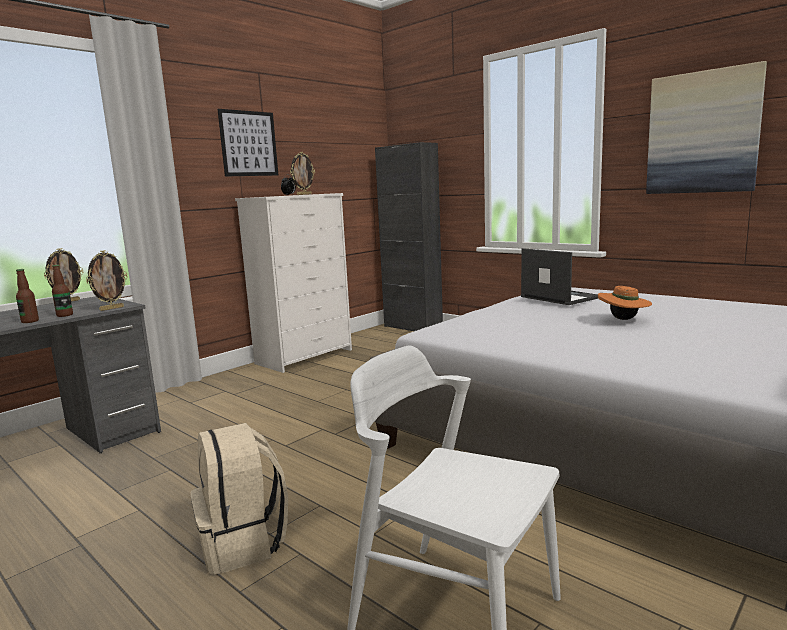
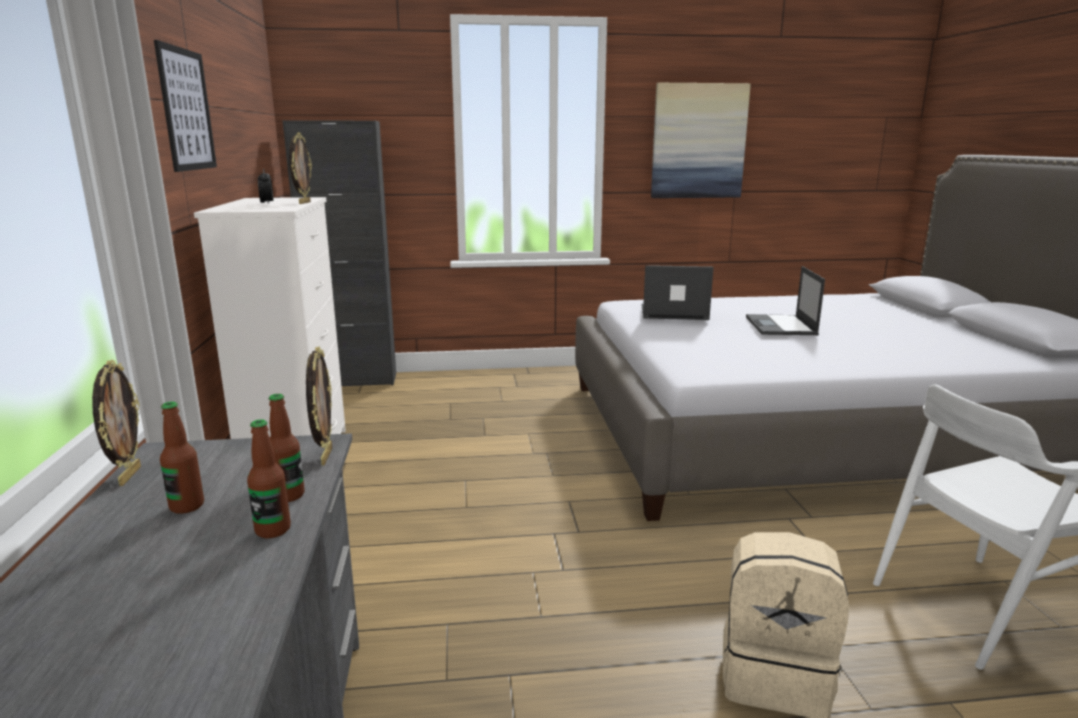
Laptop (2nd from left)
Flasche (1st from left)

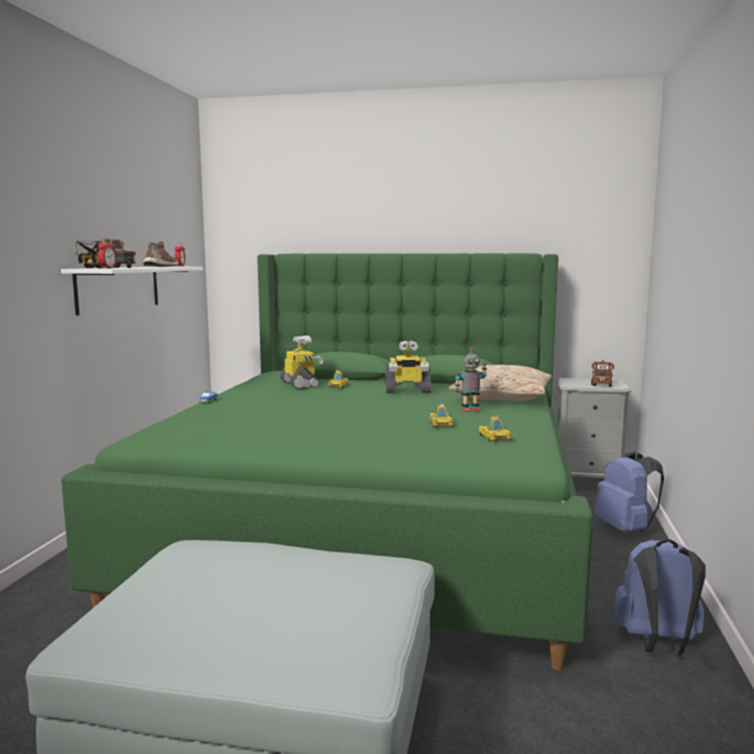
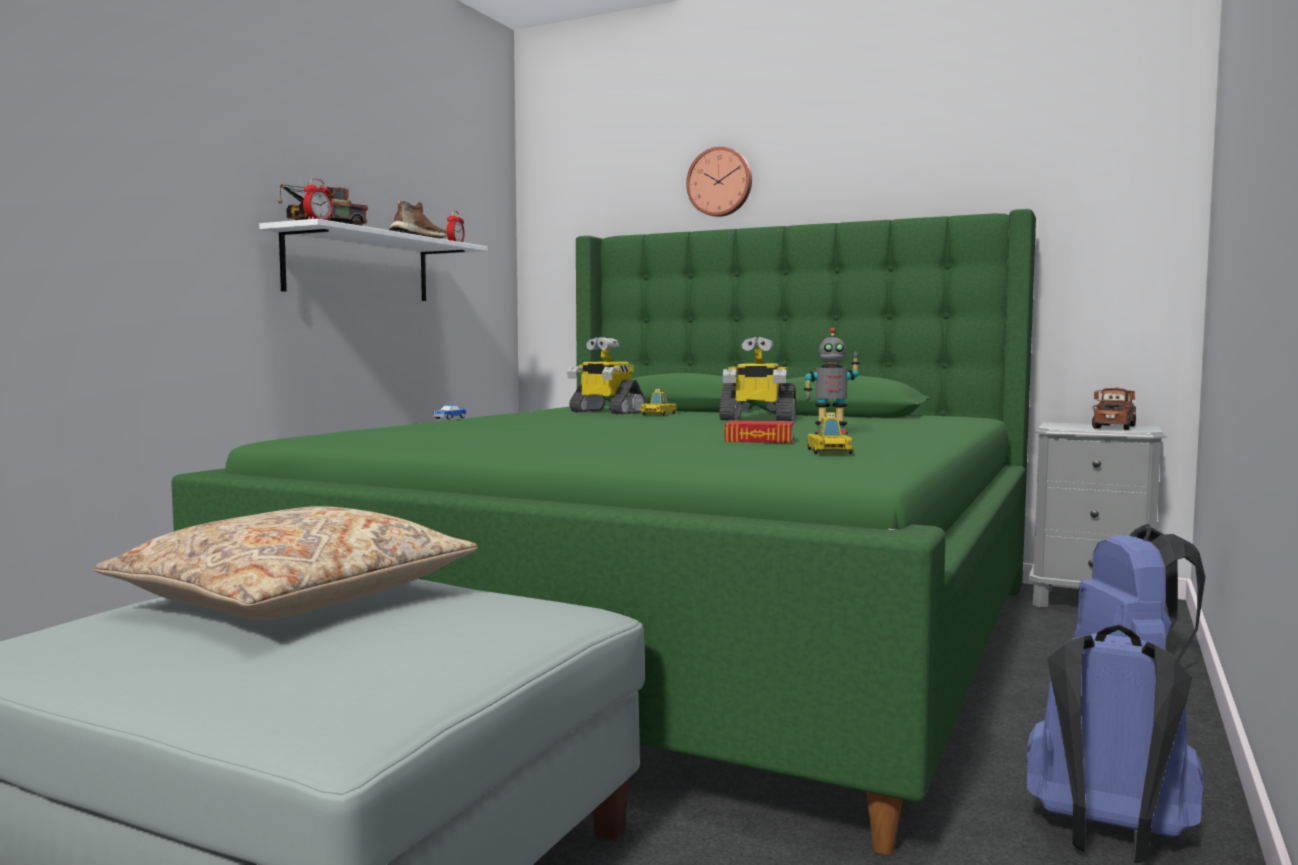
Spielzeugroboter (1st from left)
Buch
Kissen [beige]
Wanduhr

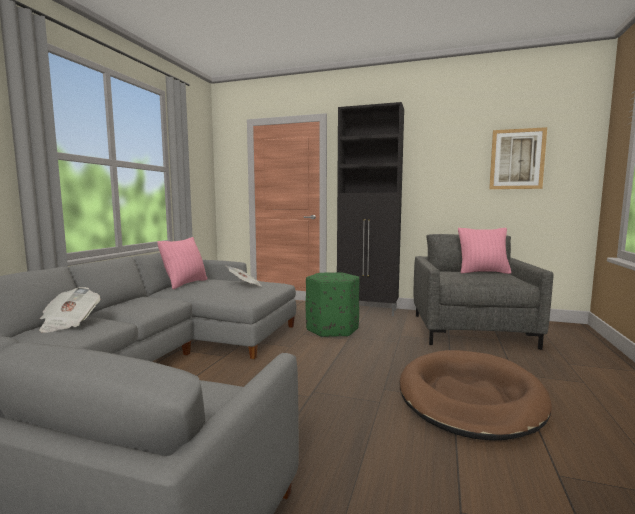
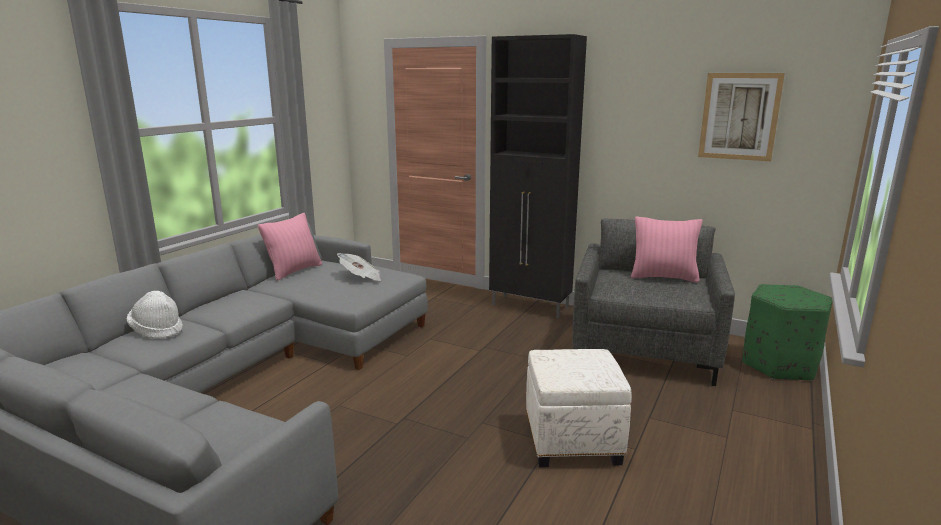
Hut [weiß]
Polsterhocker [grün]
Polsterhocker [weiß]

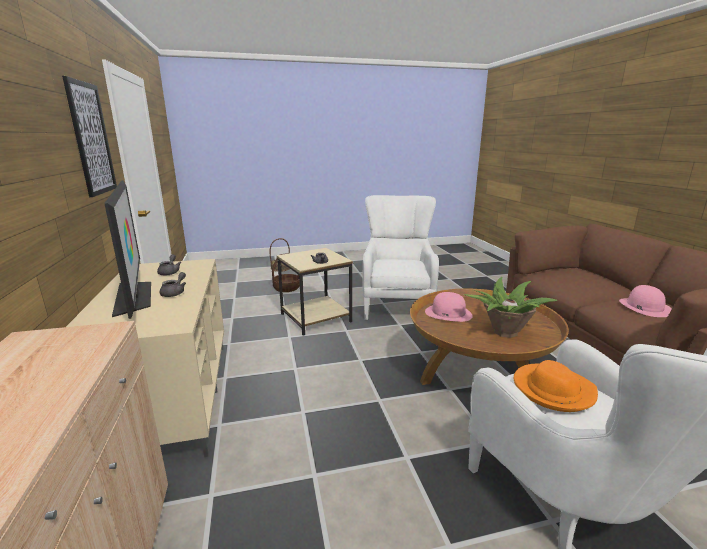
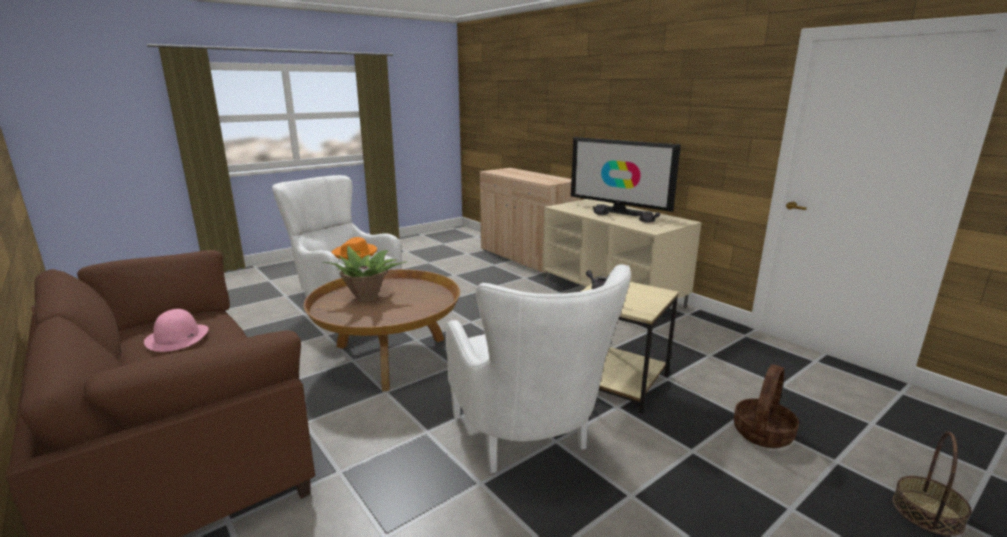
Bild
Hut [rosa] (1st from left in the first image)

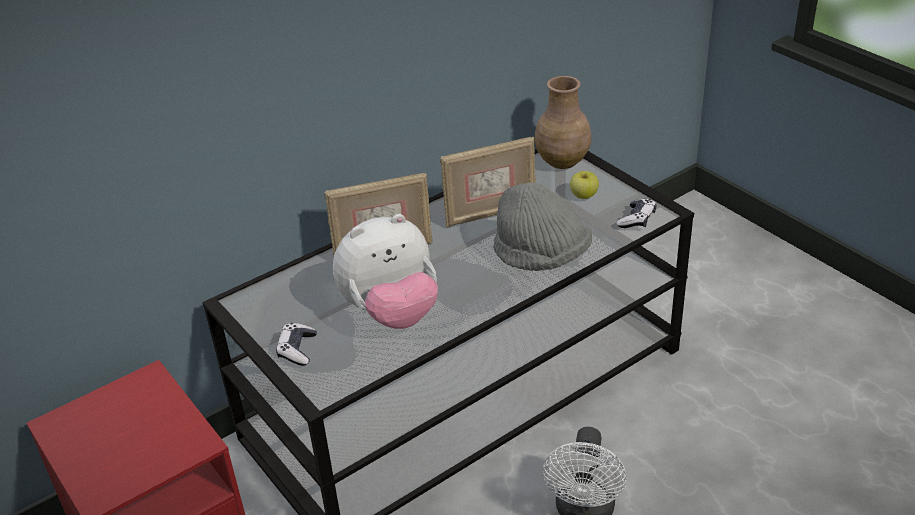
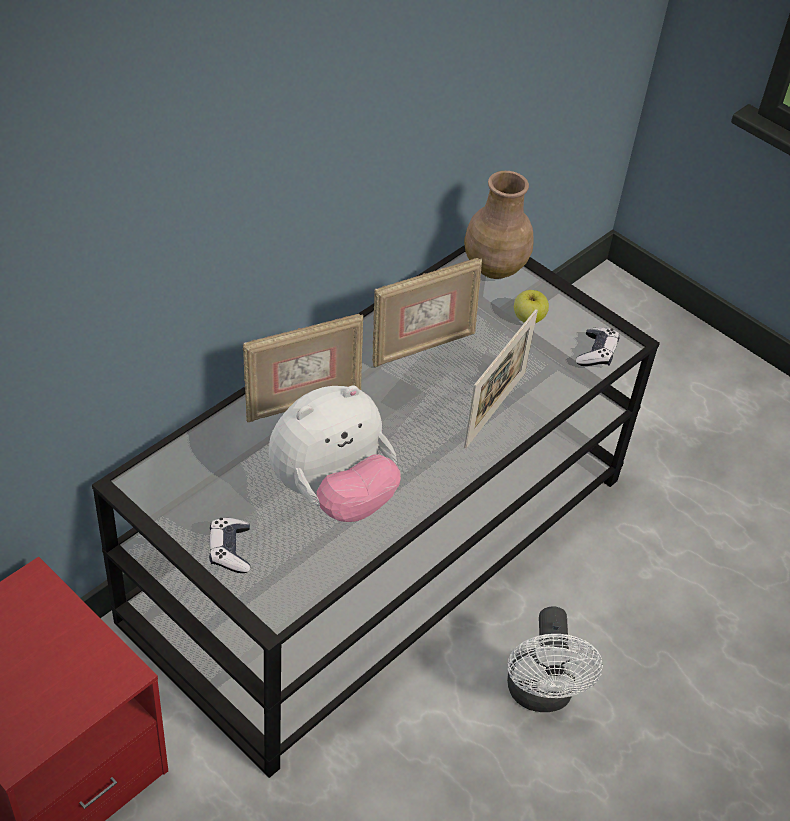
Bilderrahmen (3rd from left)

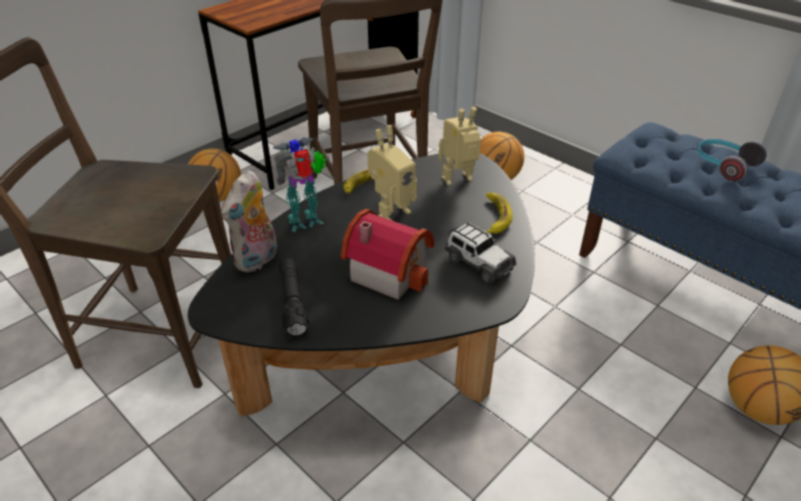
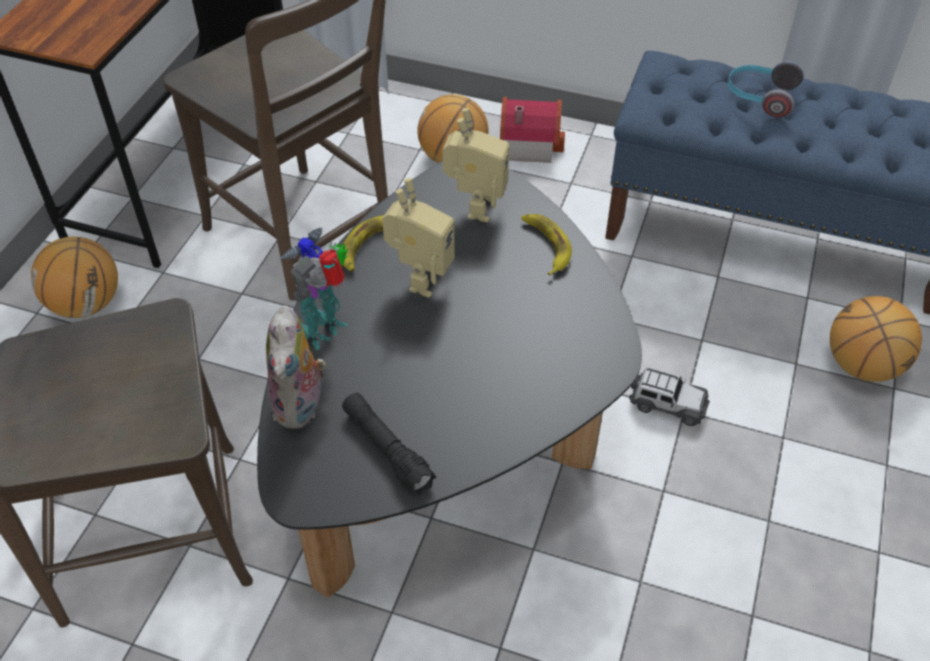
Spielzeughaus
Spielzeugroboter (3rd from left)
Spielzeugauto

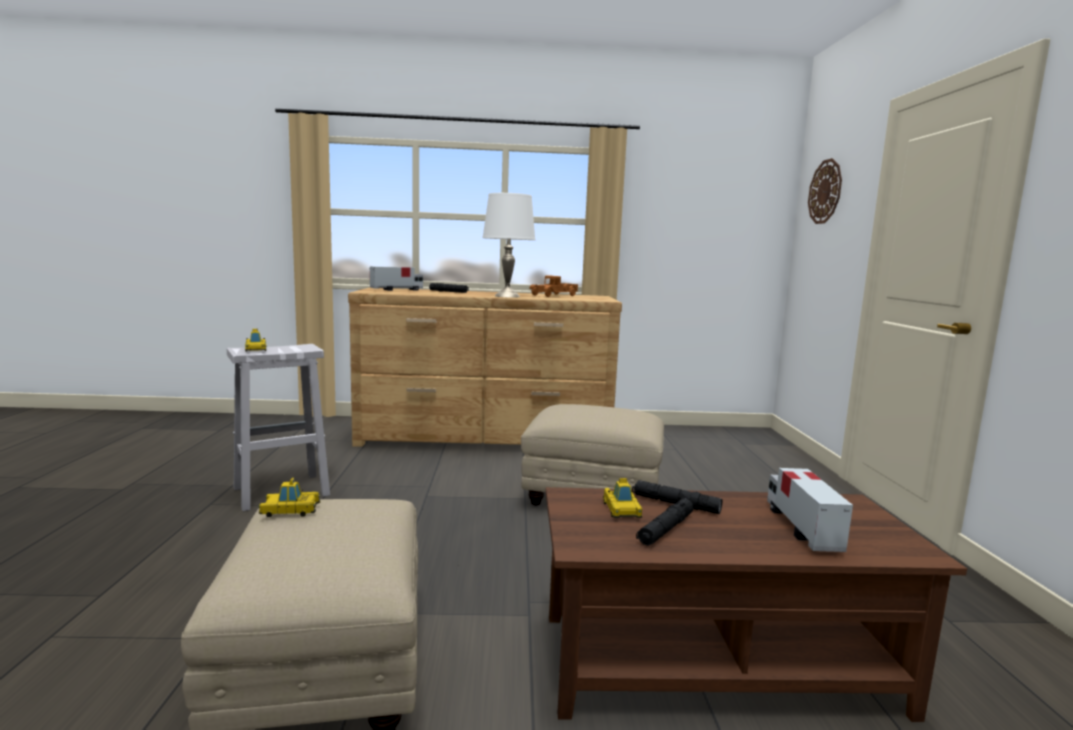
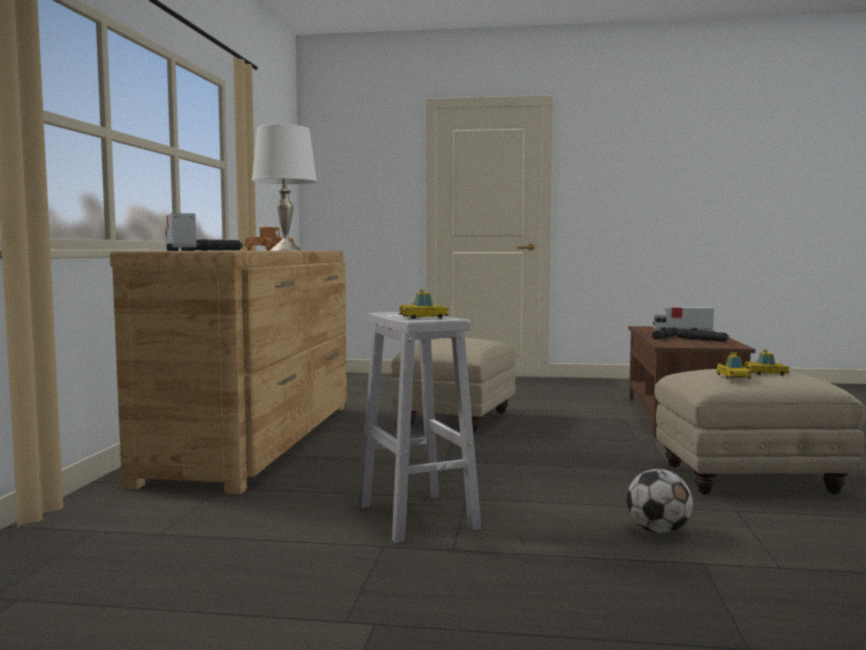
Spielzeugauto (3rd from left)
Wanduhr
Fußball

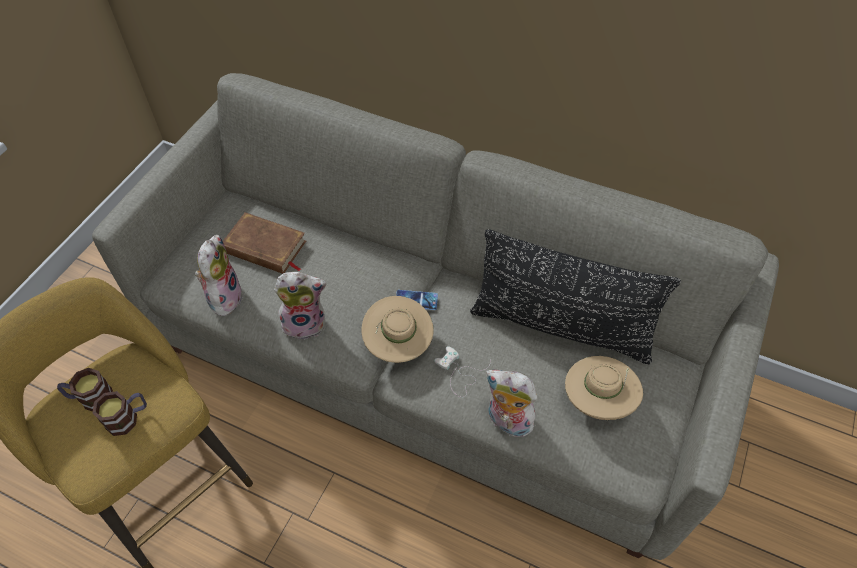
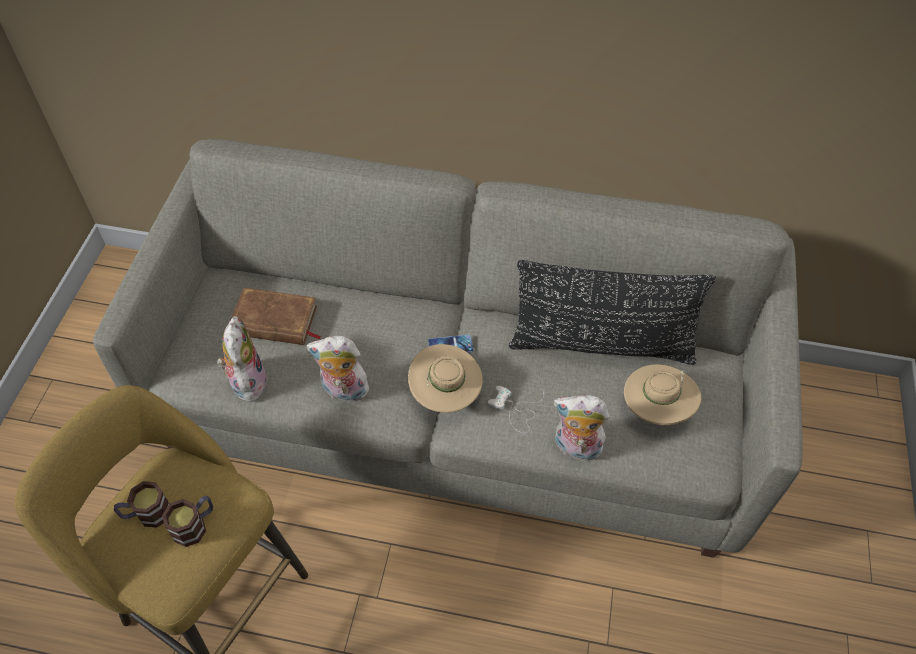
Plüschtier (2nd from left)

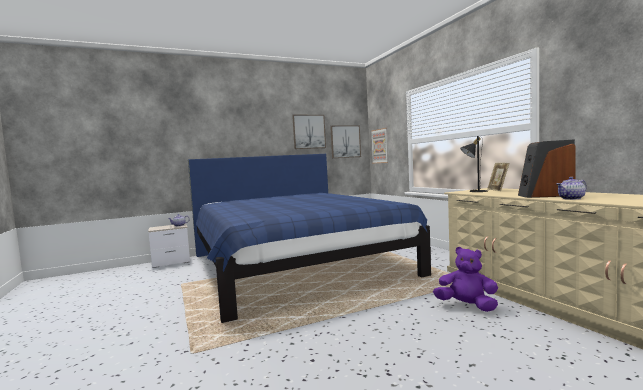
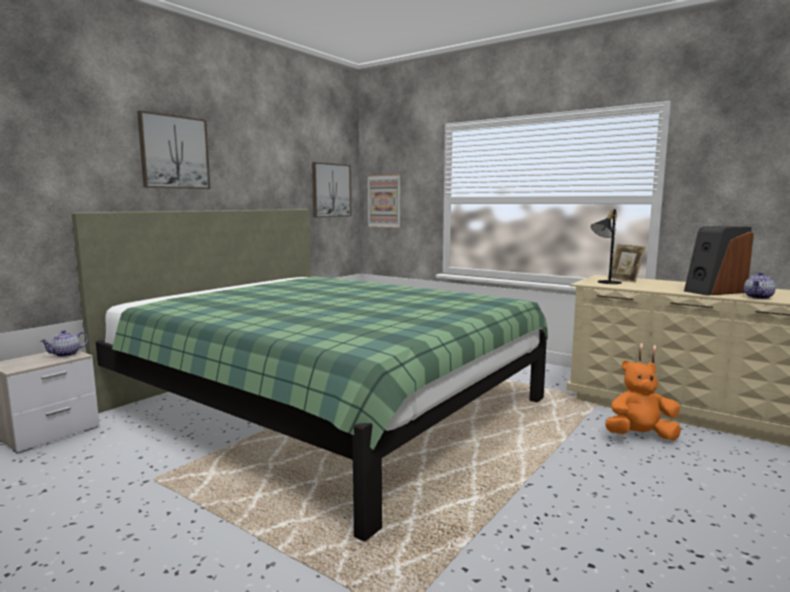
Bett [grün]
Bild (1st from left)
Plüschtier [orange]

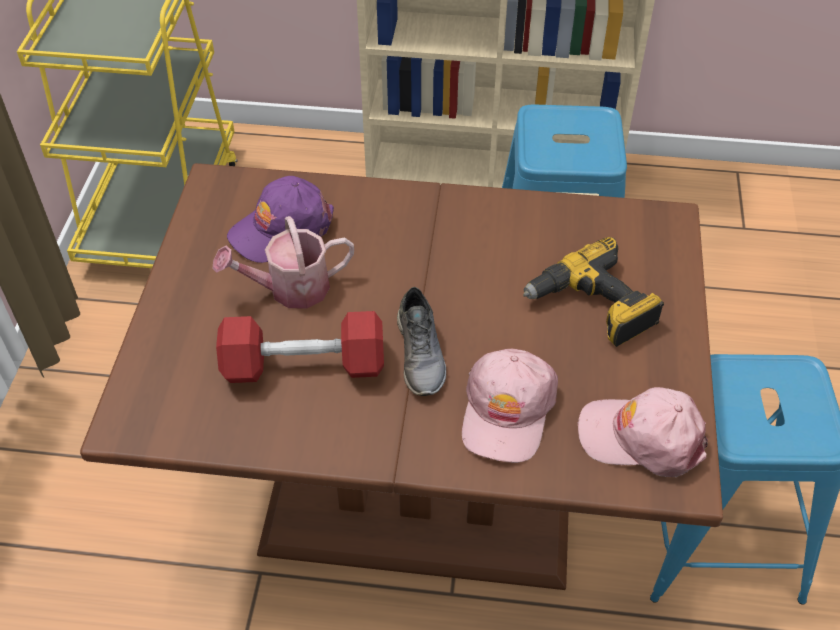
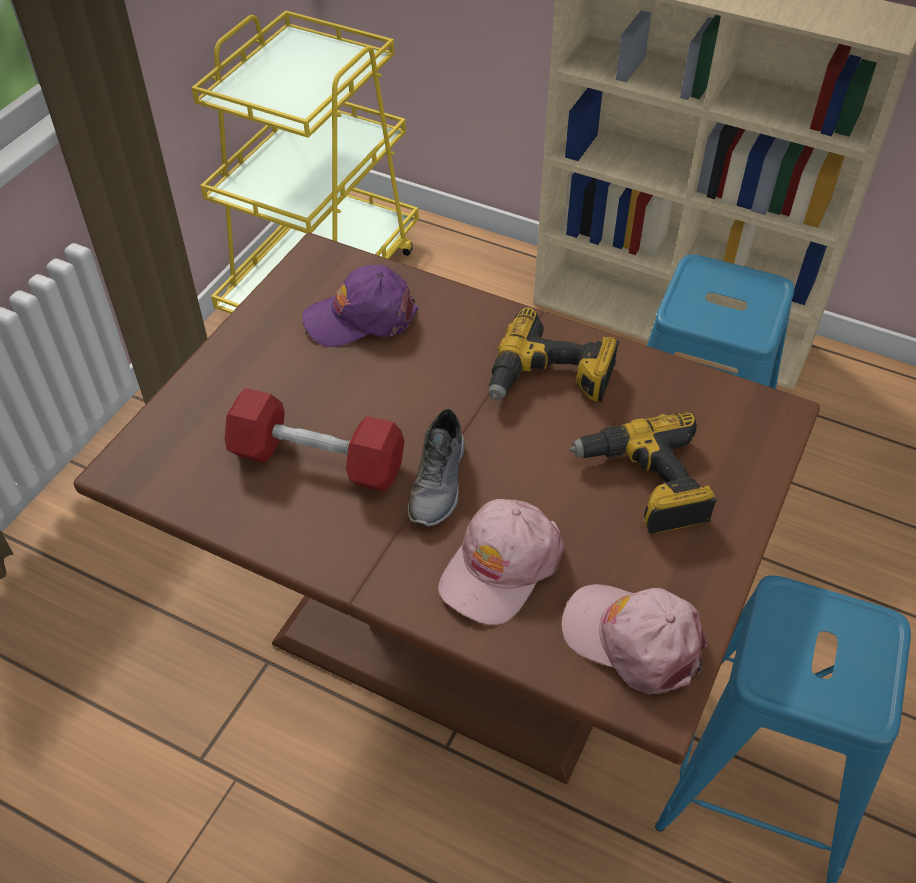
Gießkanne
Bohrmaschine (1st from left)

